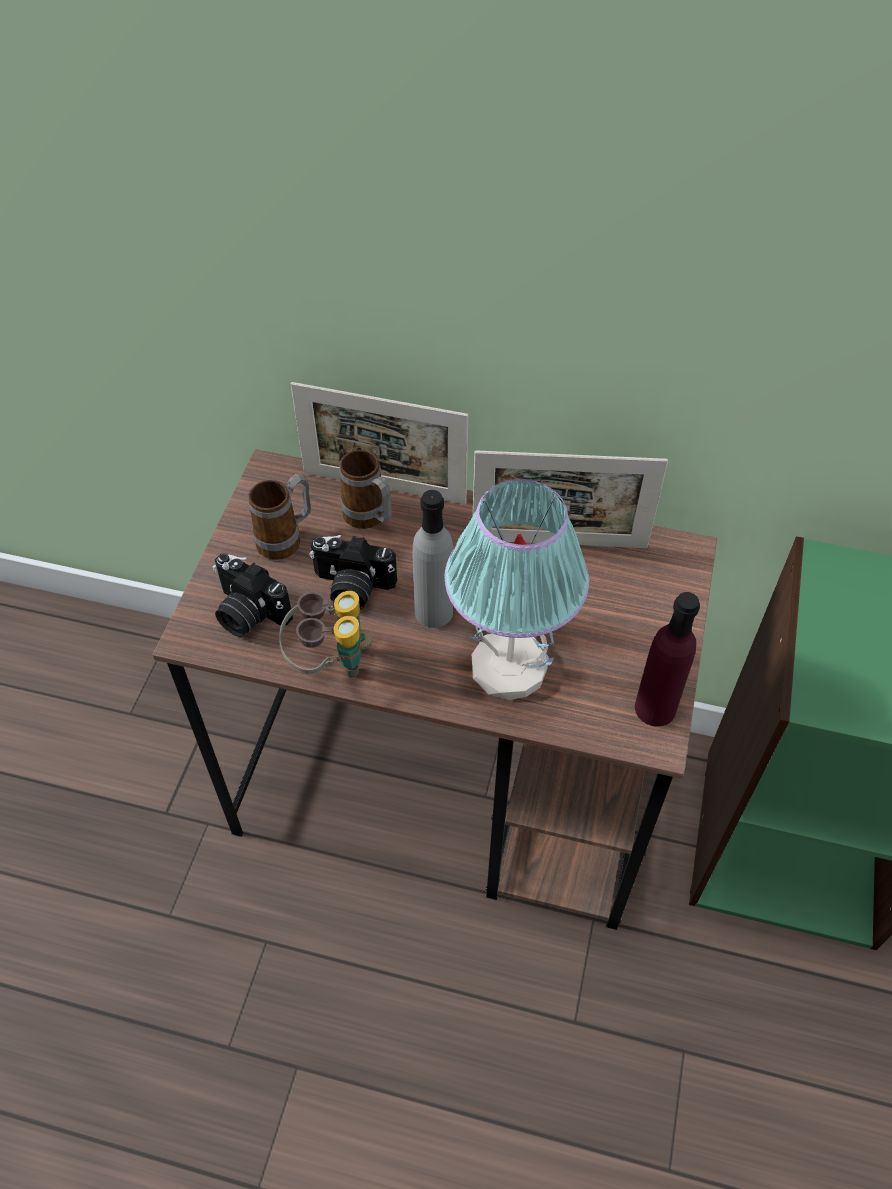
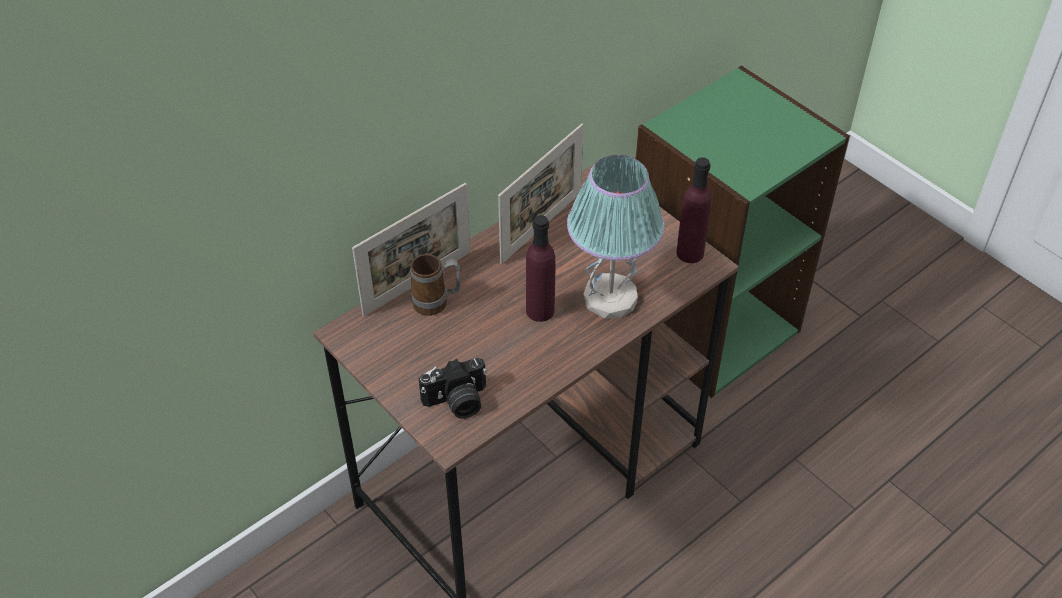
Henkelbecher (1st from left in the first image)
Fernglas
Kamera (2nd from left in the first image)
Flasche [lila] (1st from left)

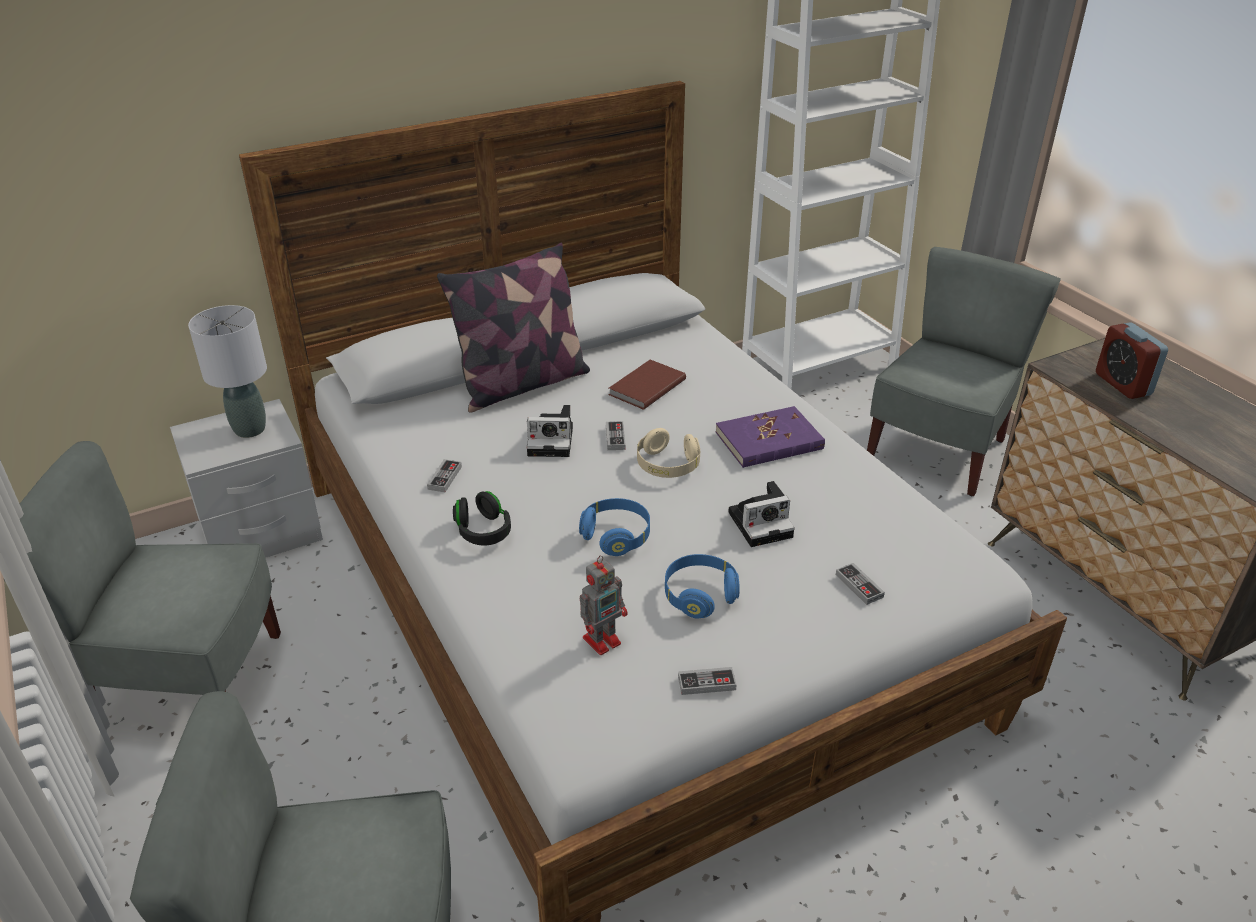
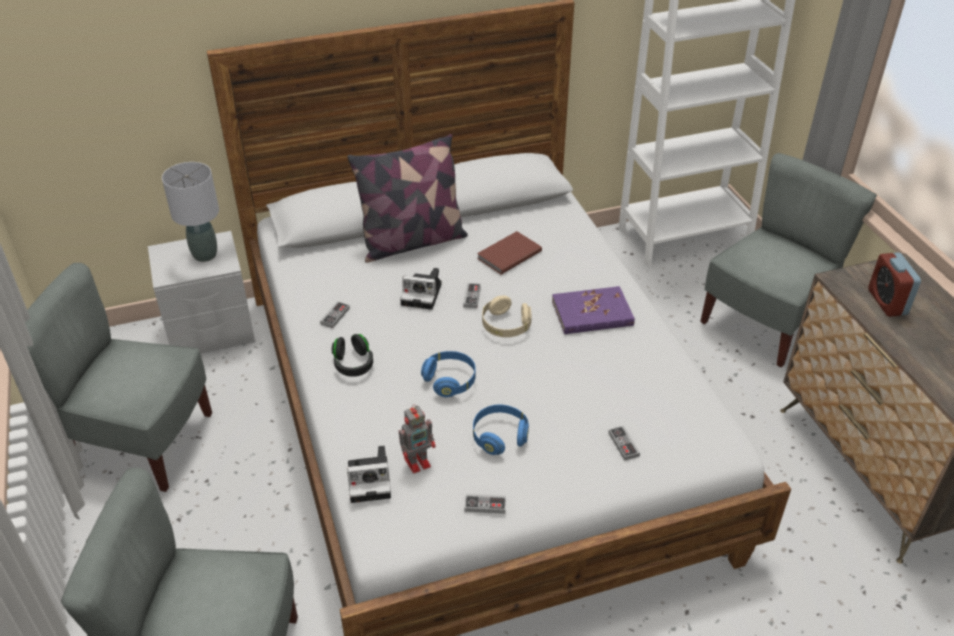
Kamera (1st from left)

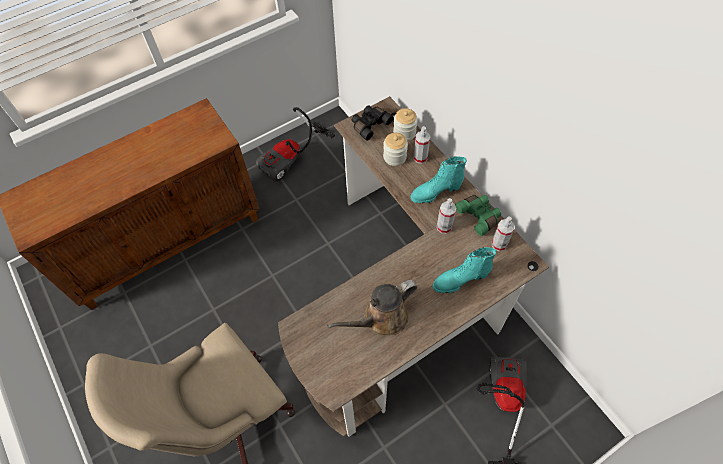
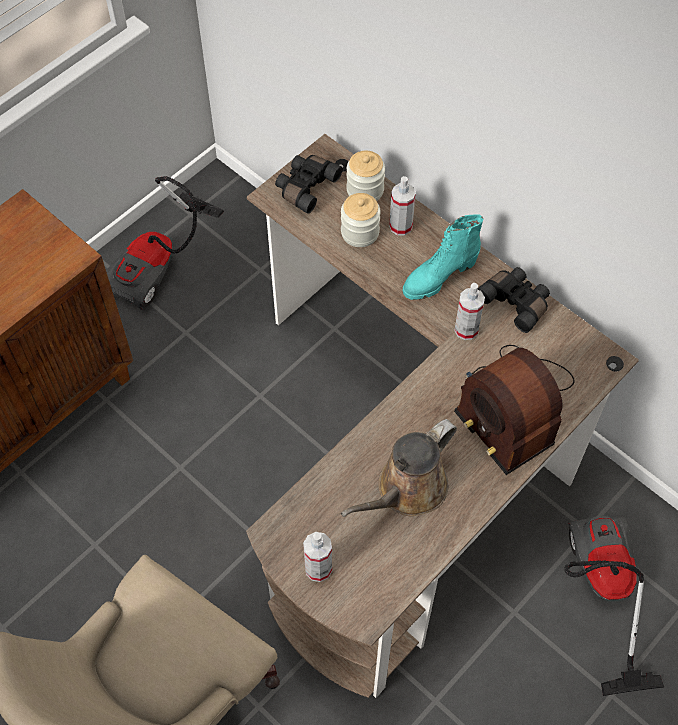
Radio
Fernglas [schwarz] (2nd from left)
Sprühflasche (1st from left)

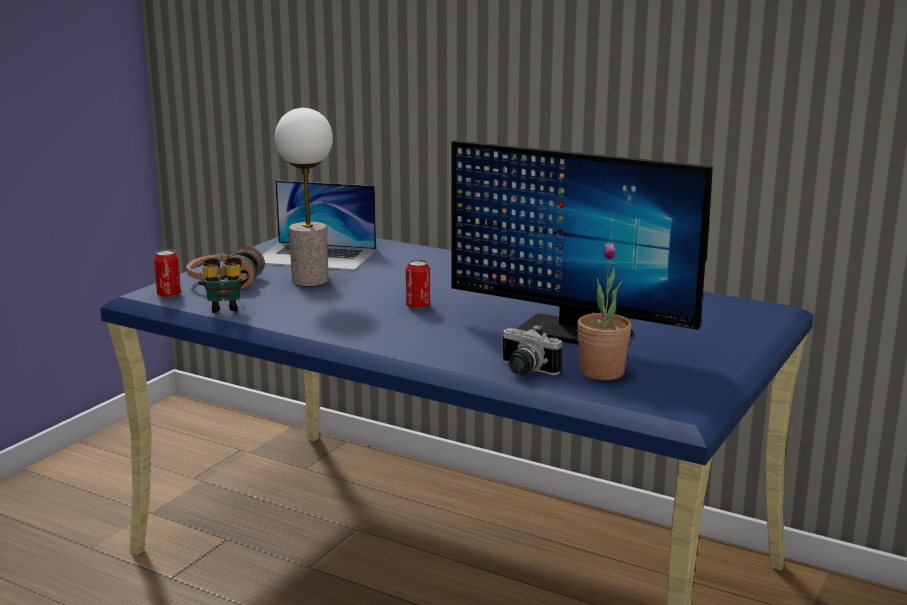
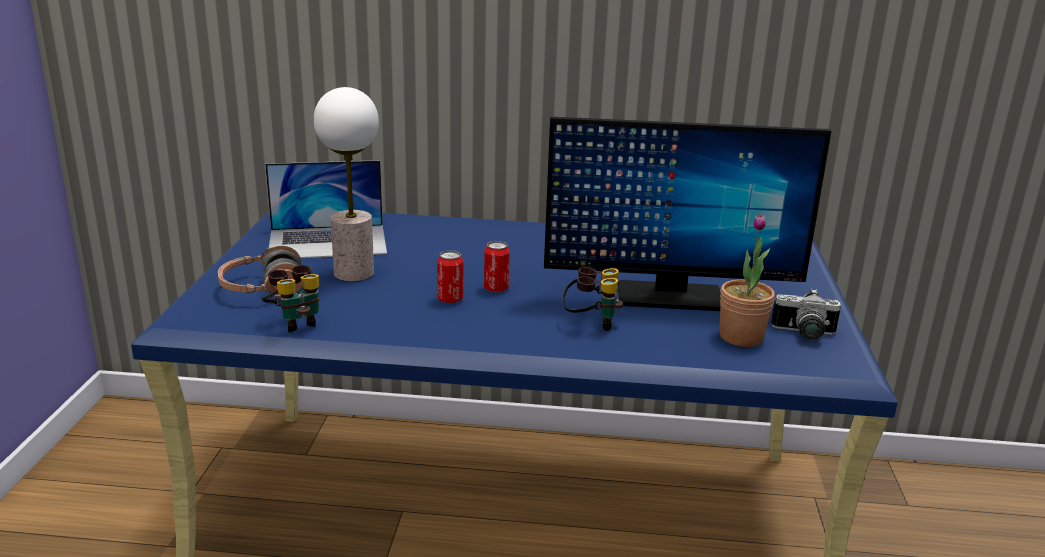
Dose (1st from left)
Kamera
Fernglas (2nd from left)

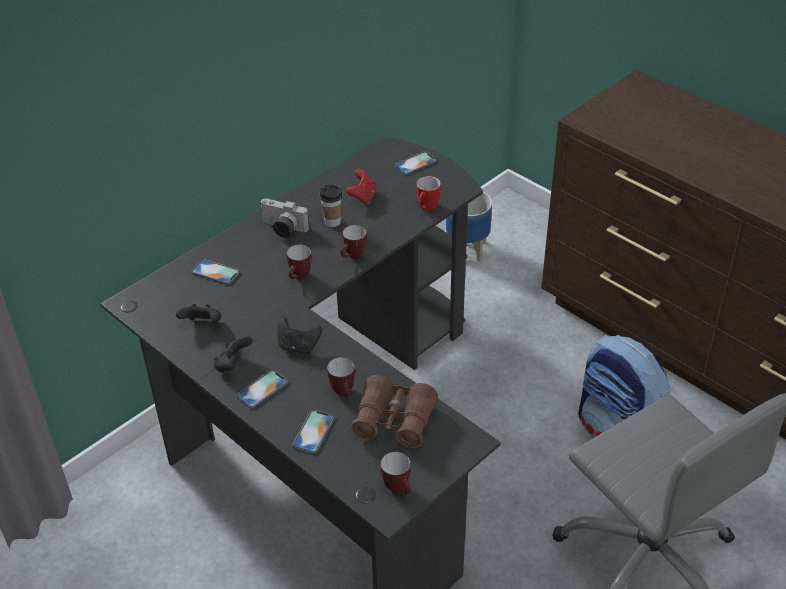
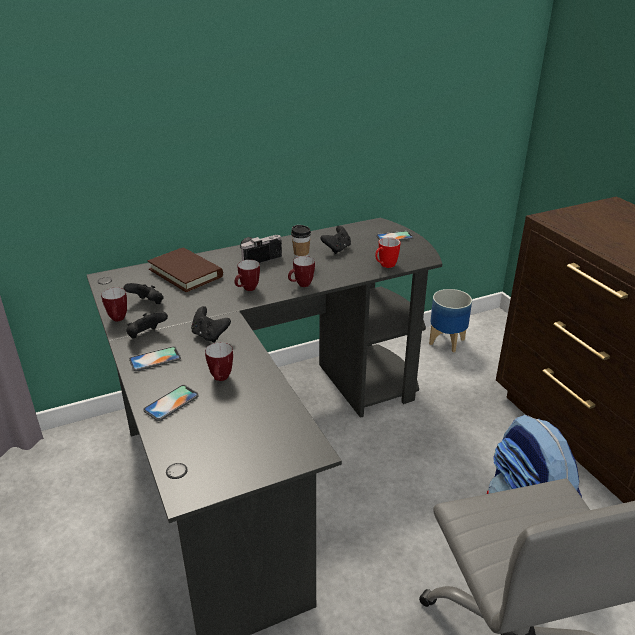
Buch [braun]
Kamera
Gamepad [schwarz] (4th from left)
Fernglas [braun]
Henkelbecher (1st from left)

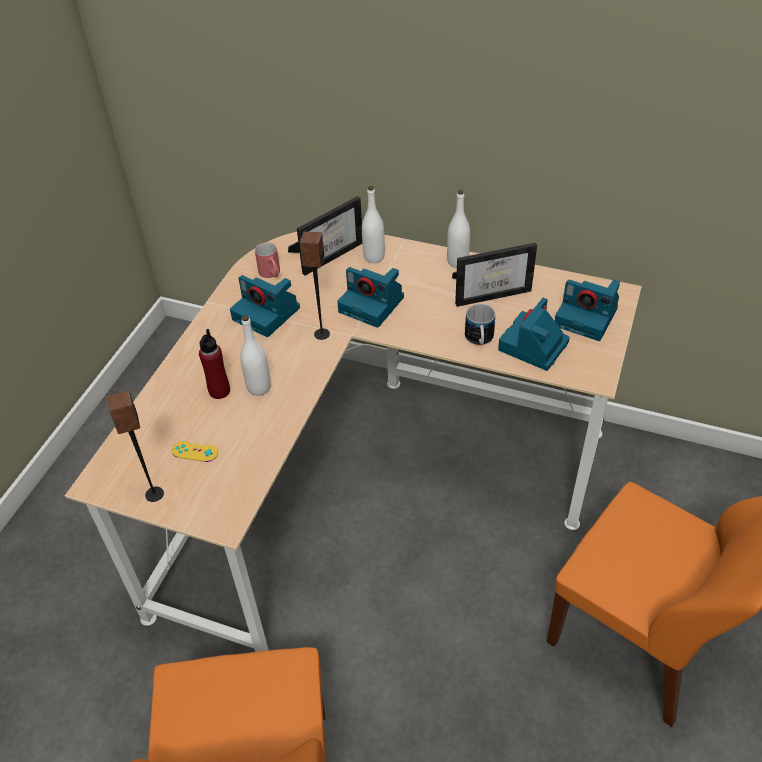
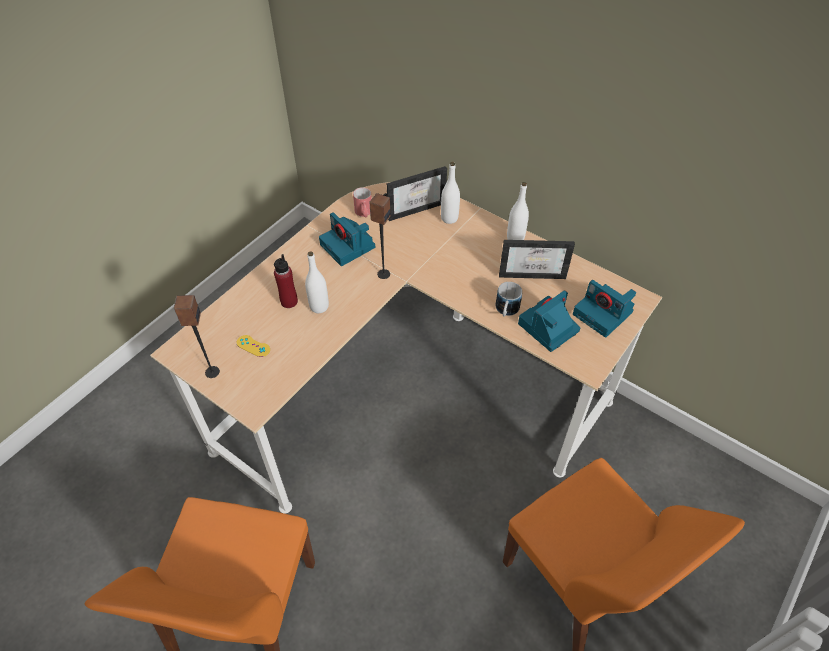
Kamera (2nd from left in the first image)

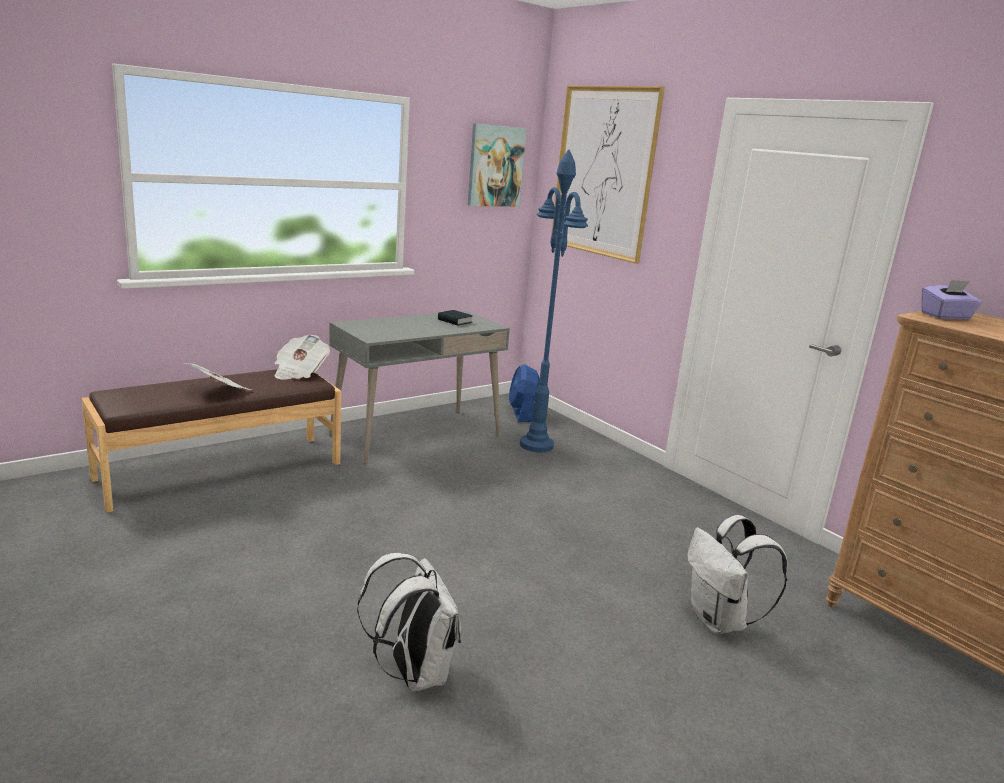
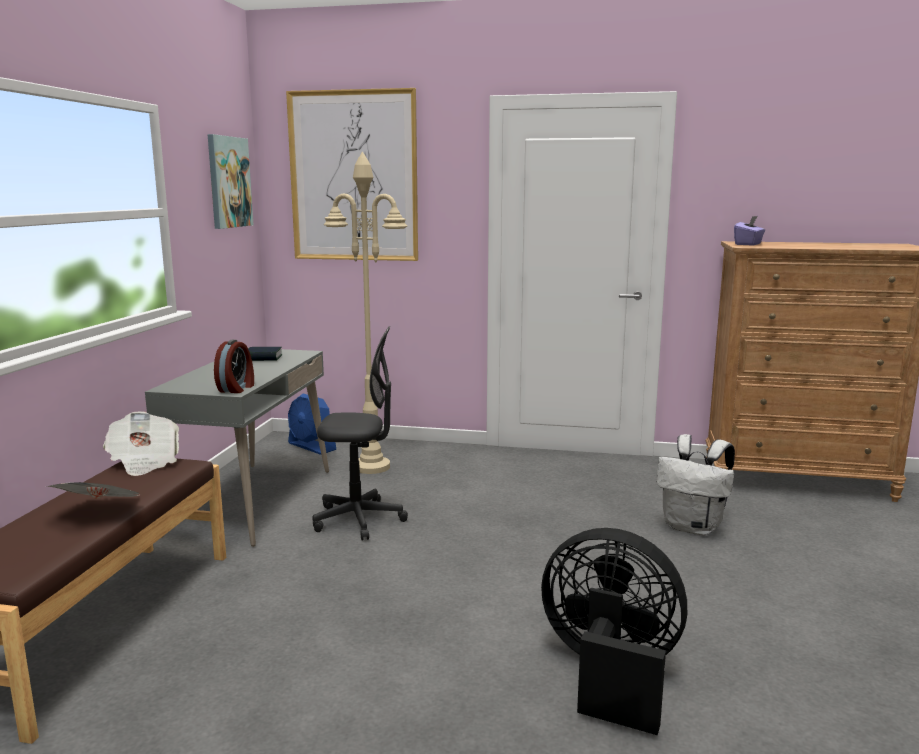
Ventilator [schwarz]
Stehlampe [beige]
Wecker
Bürostuhl [grau]

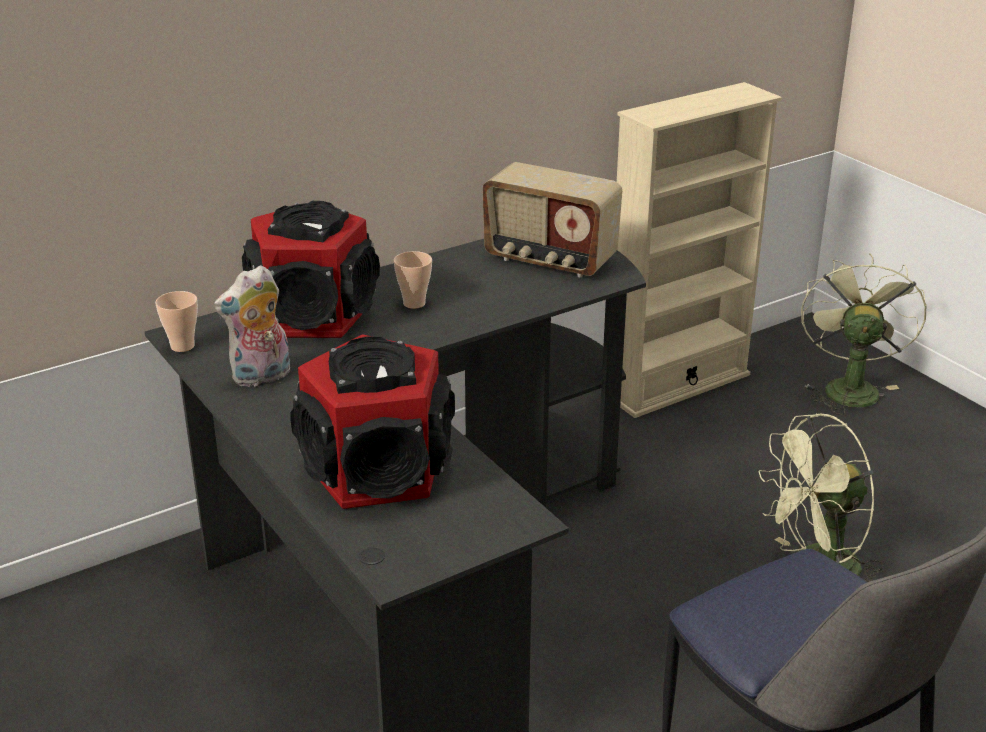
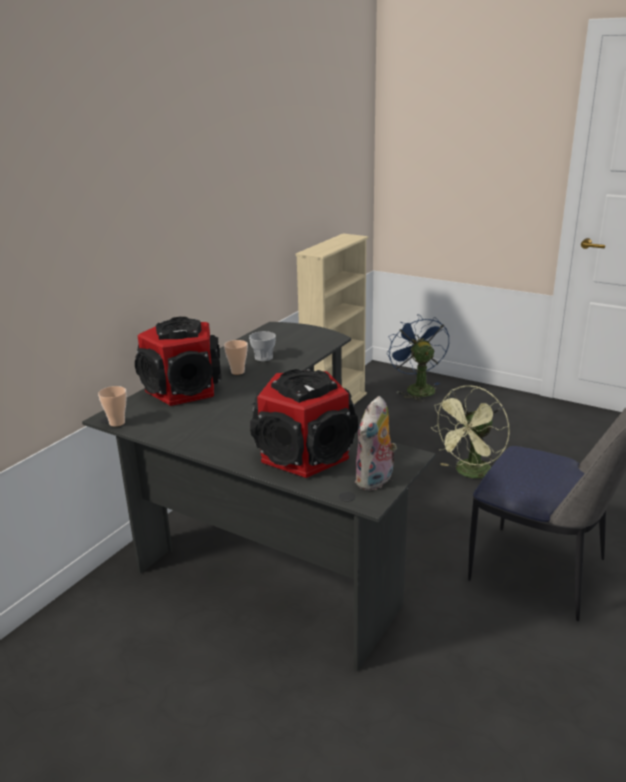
Plüschtier
Radio
Ventilator [blau]
Tasse (3rd from left)

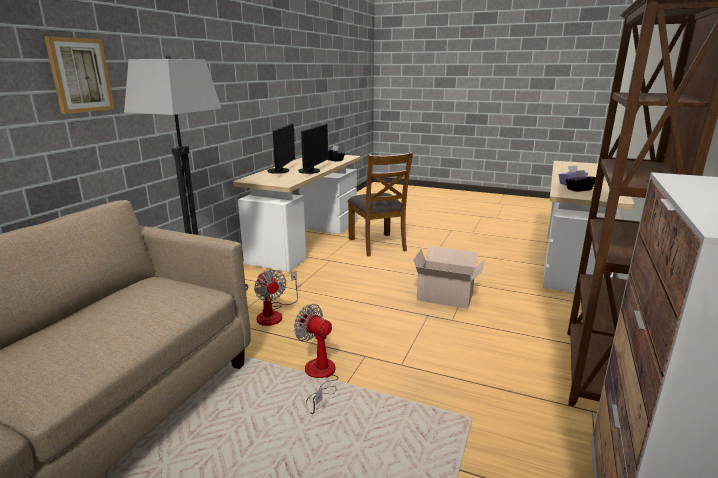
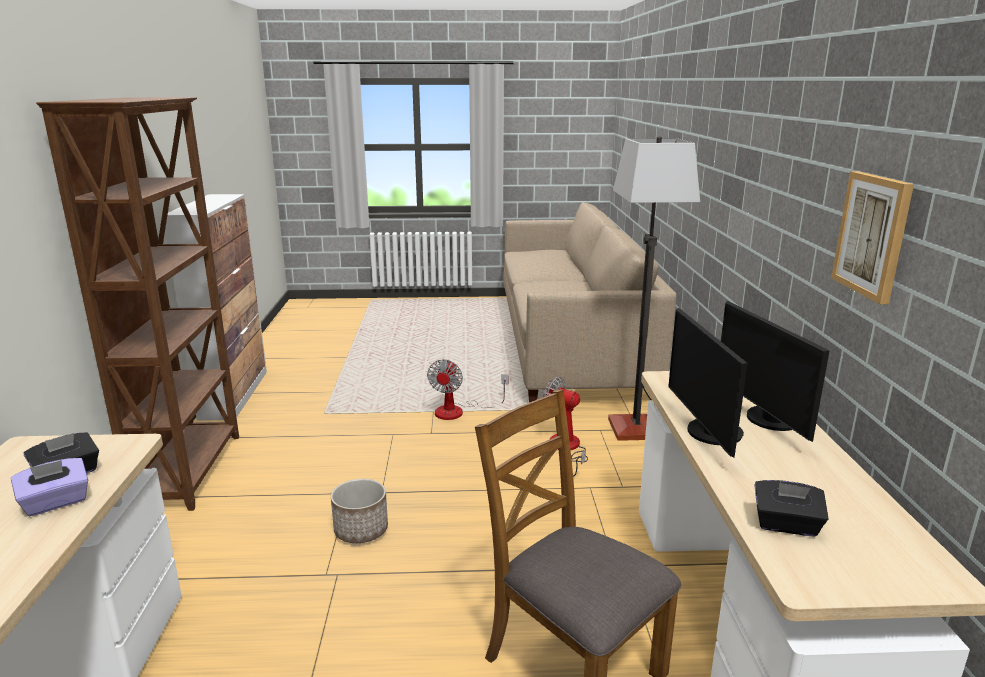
Bild
Ventilator (1st from left)
Pflanzkübel

